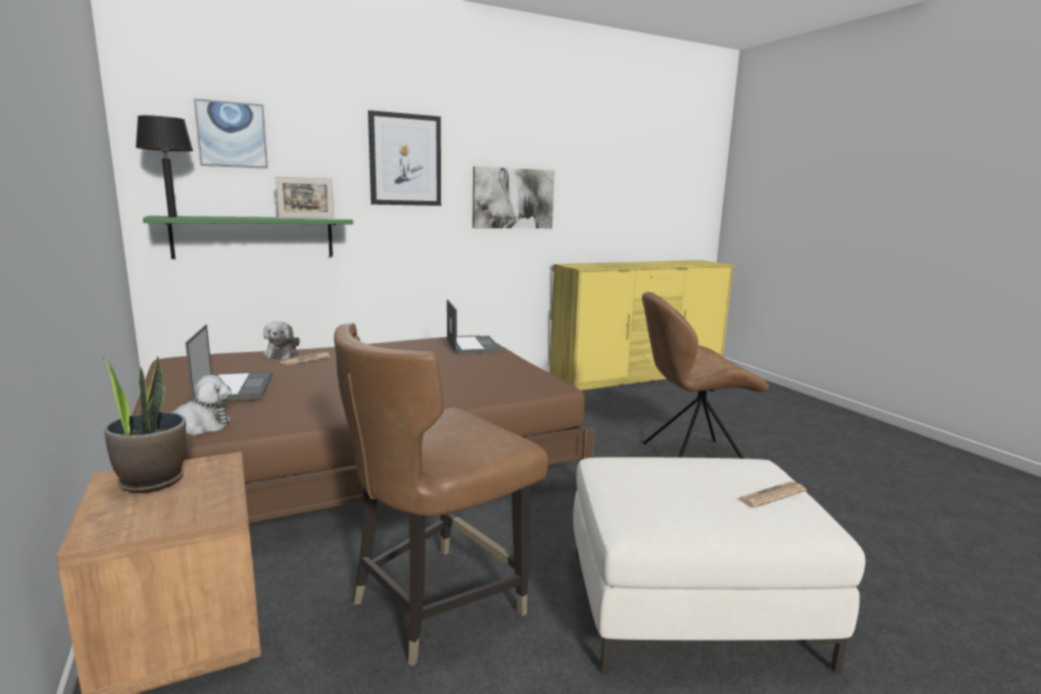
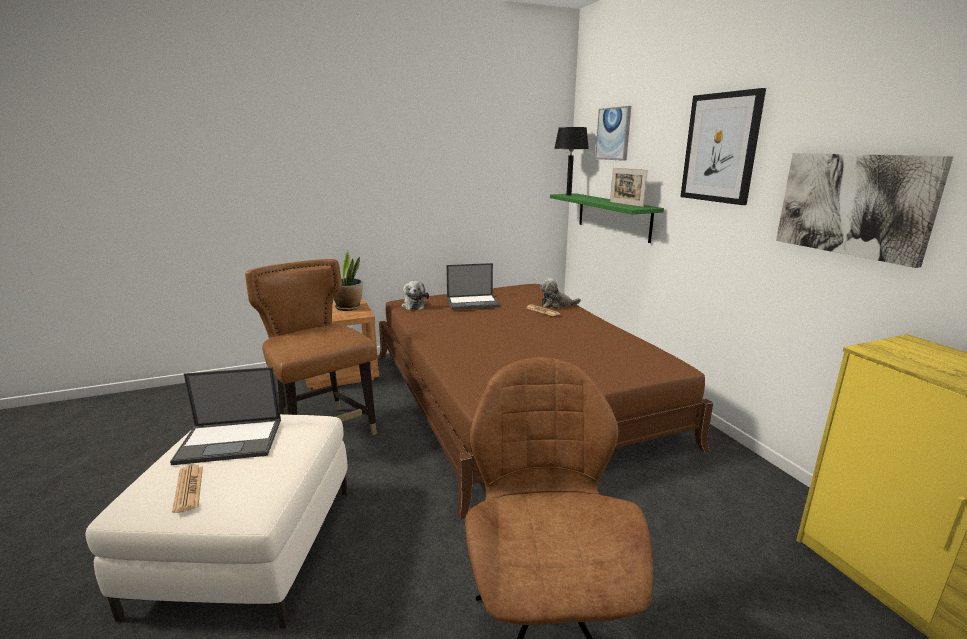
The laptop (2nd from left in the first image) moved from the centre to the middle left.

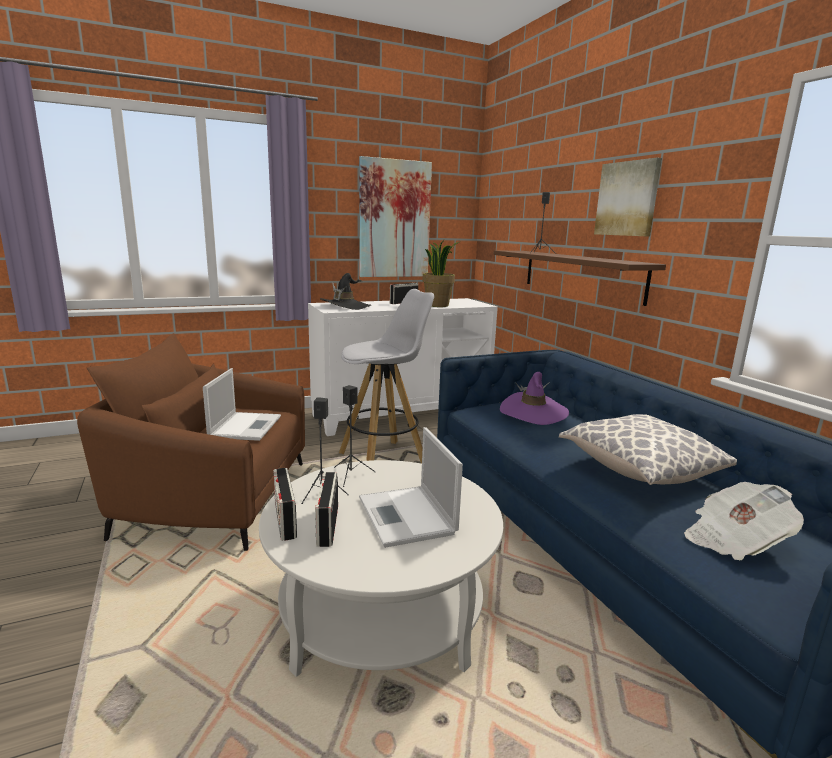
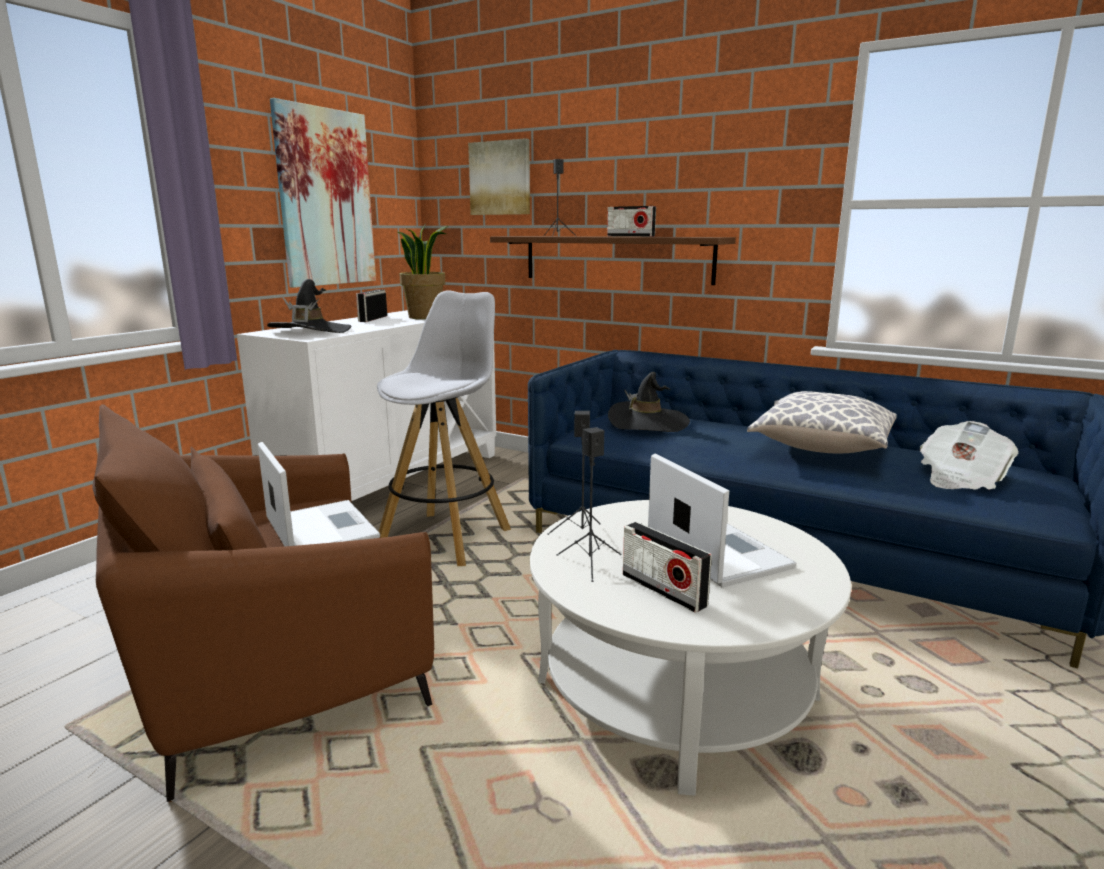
The picture (2nd from left) moved from the top right to the top centre.
The hat in purple at the centre became the hat in black (2nd from left) at the centre.
The laptop (2nd from left) at the centre turned 150 degrees counterclockwise.
The radio (1st from left in the first image) moved from the centre to the top centre.

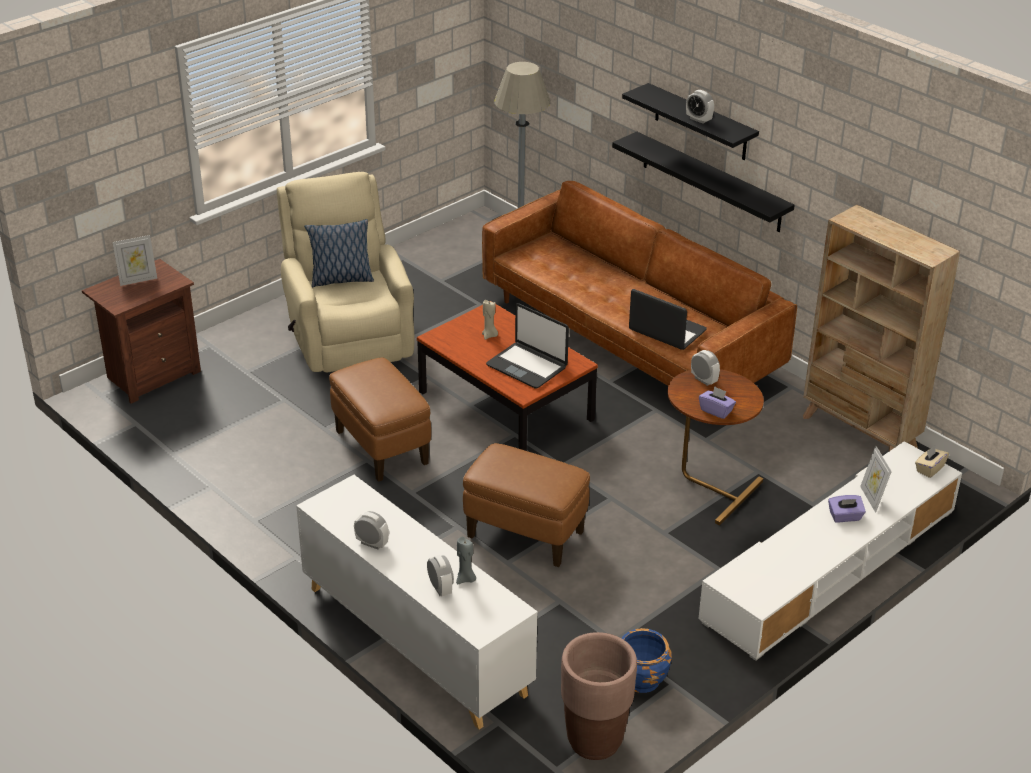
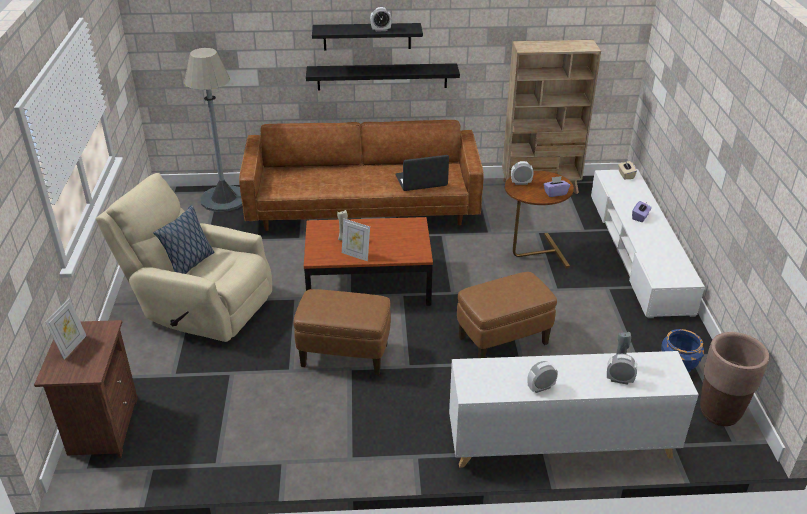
The laptop (1st from left) at the centre disappeared.
The picture frame (2nd from left) moved from the middle right to the centre.

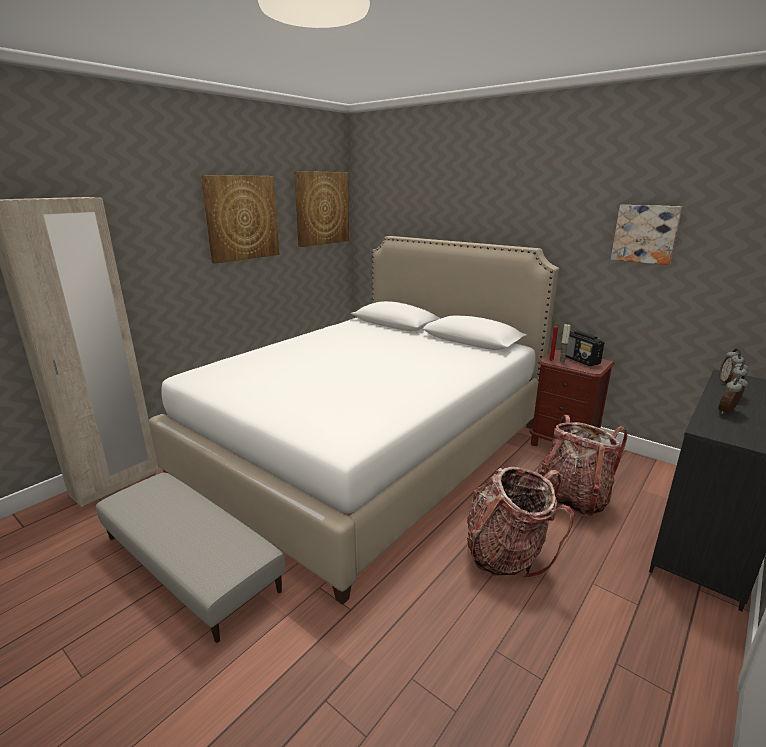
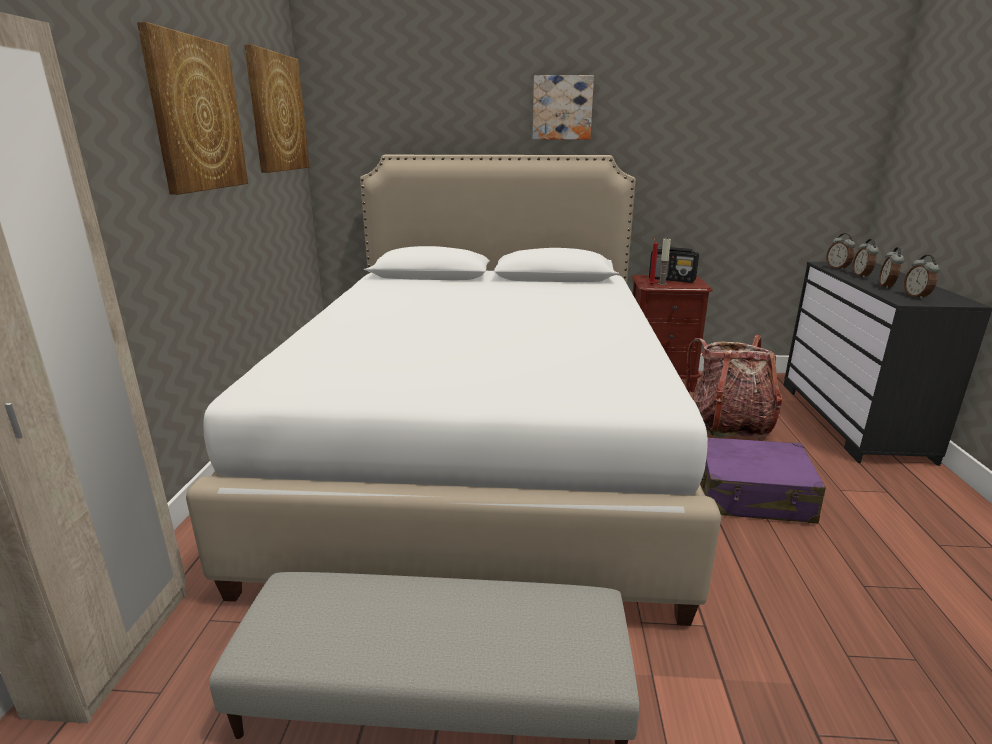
The picture (3rd from left) moved from the top right to the top centre.
The backpack (1st from left) at the bottom right was replaced by the suitcase in purple at the middle right.
The alarm clock (4th from left) at the middle right appeared.

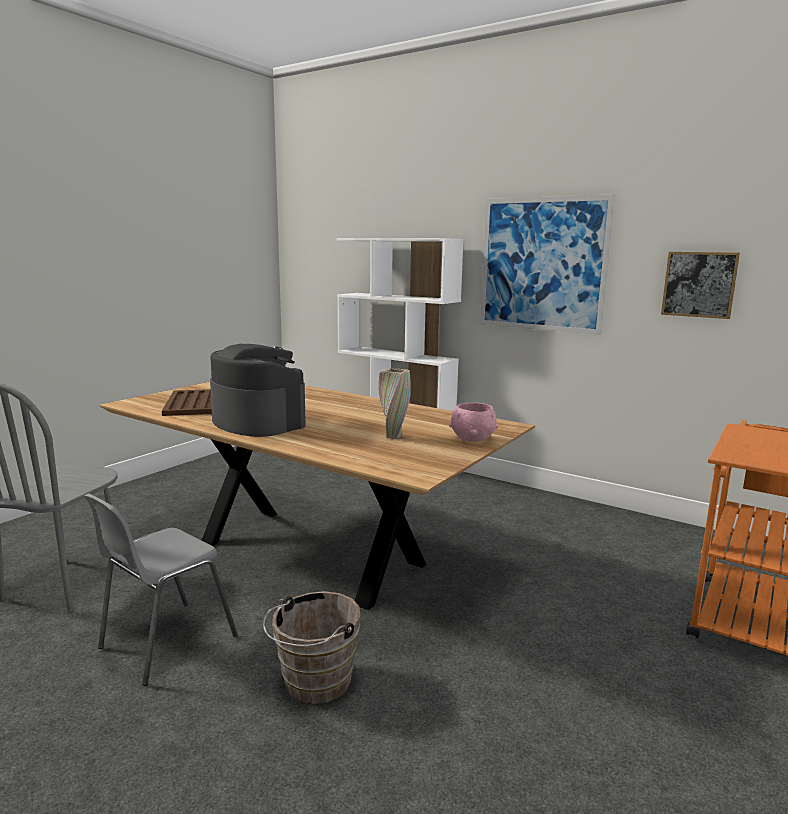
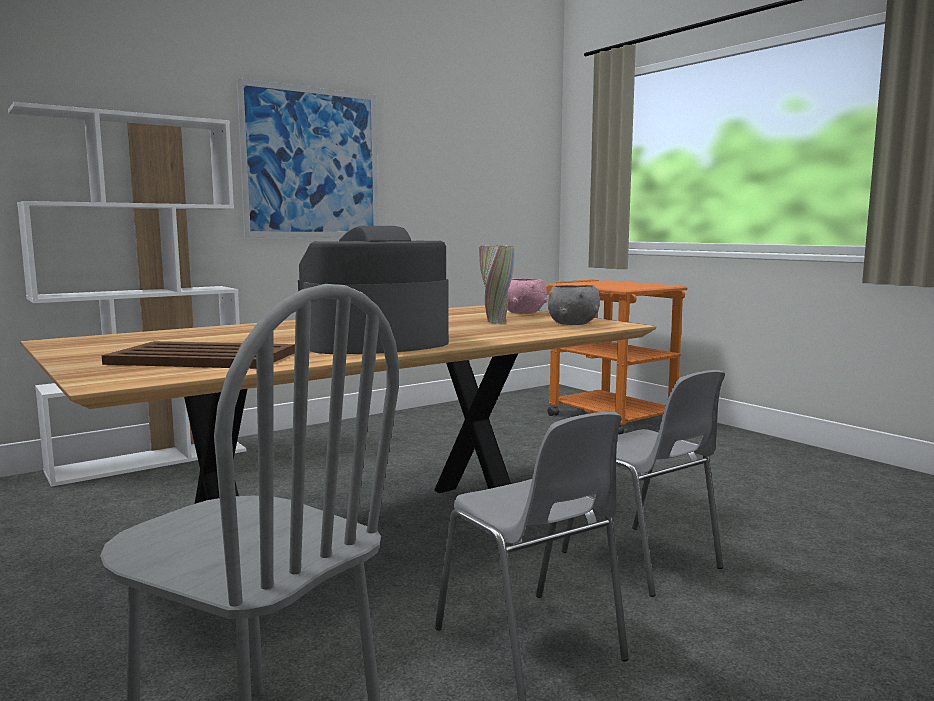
The picture (2nd from left) at the middle right disappeared.
The bucket in brown at the bottom centre was replaced by the chair in grey (3rd from left) at the bottom right.
The bowl in grey at the centre appeared.

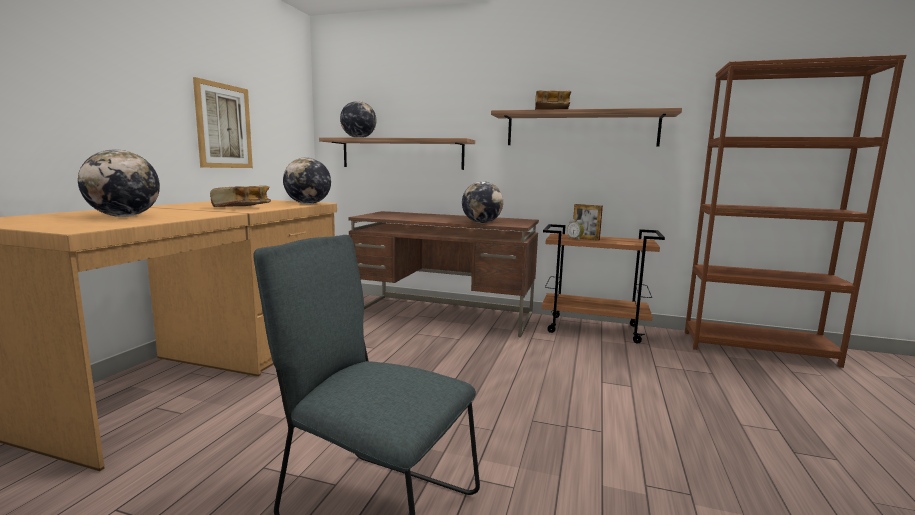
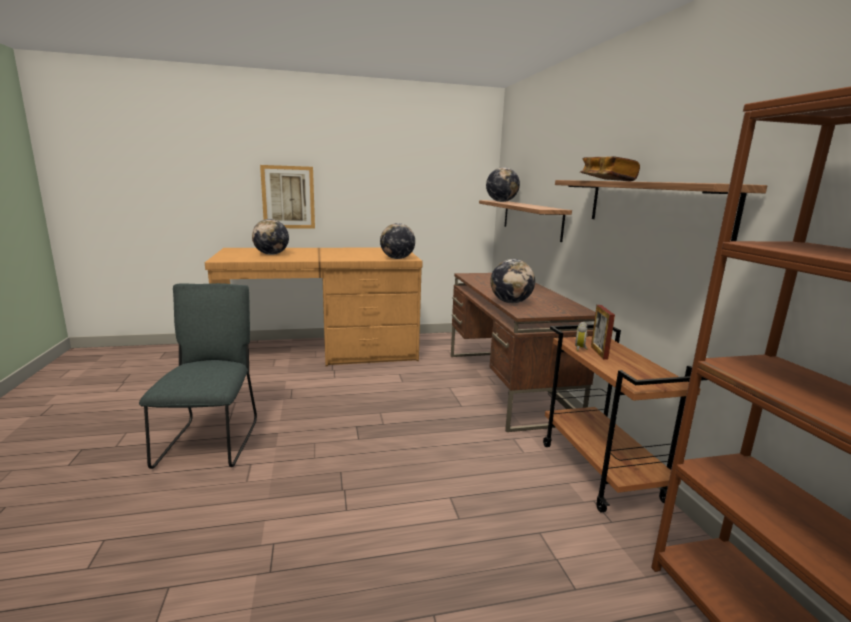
The picture moved from the top left to the top centre.
The book (1st from left) at the middle left disappeared.

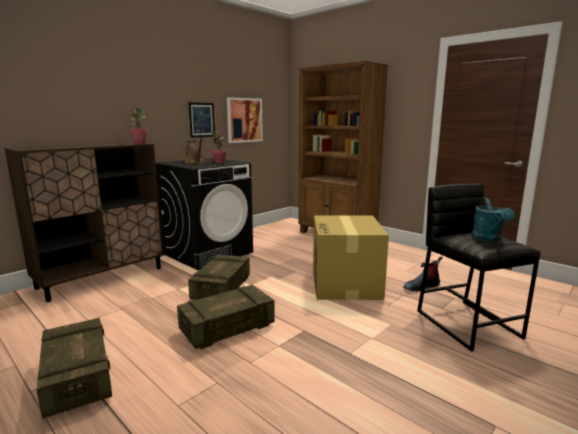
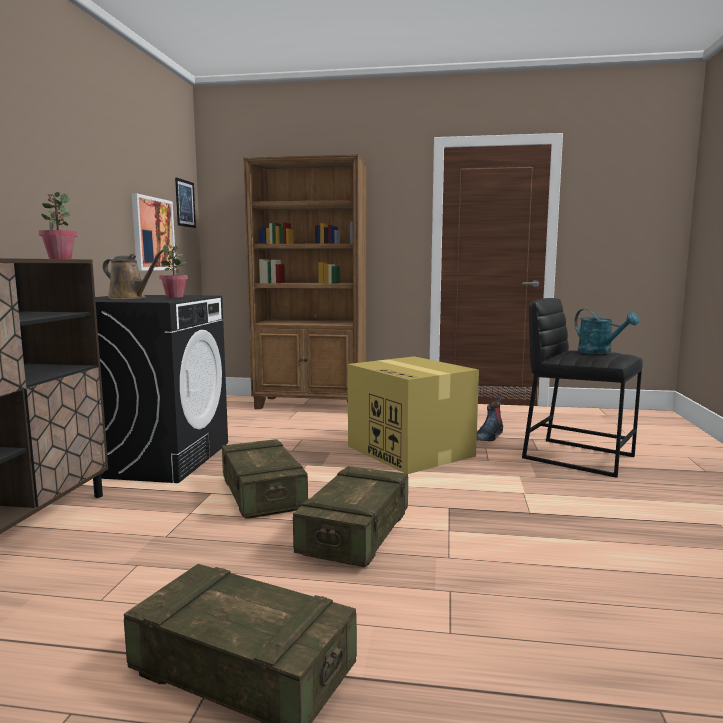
The picture (1st from left in the first image) moved from the top centre to the top left.

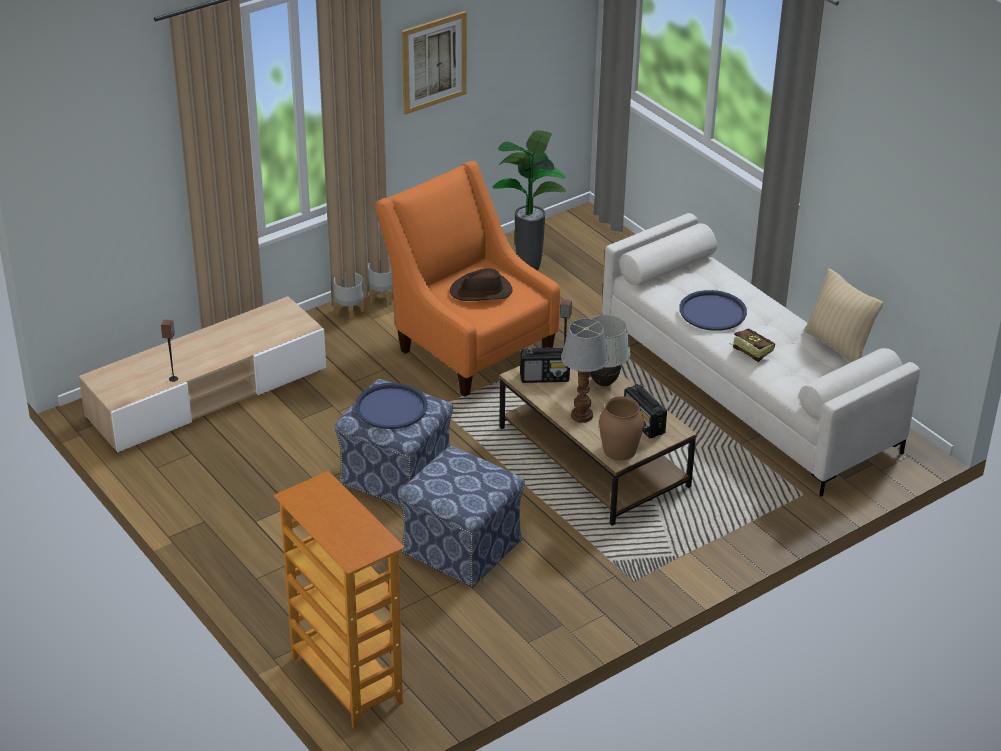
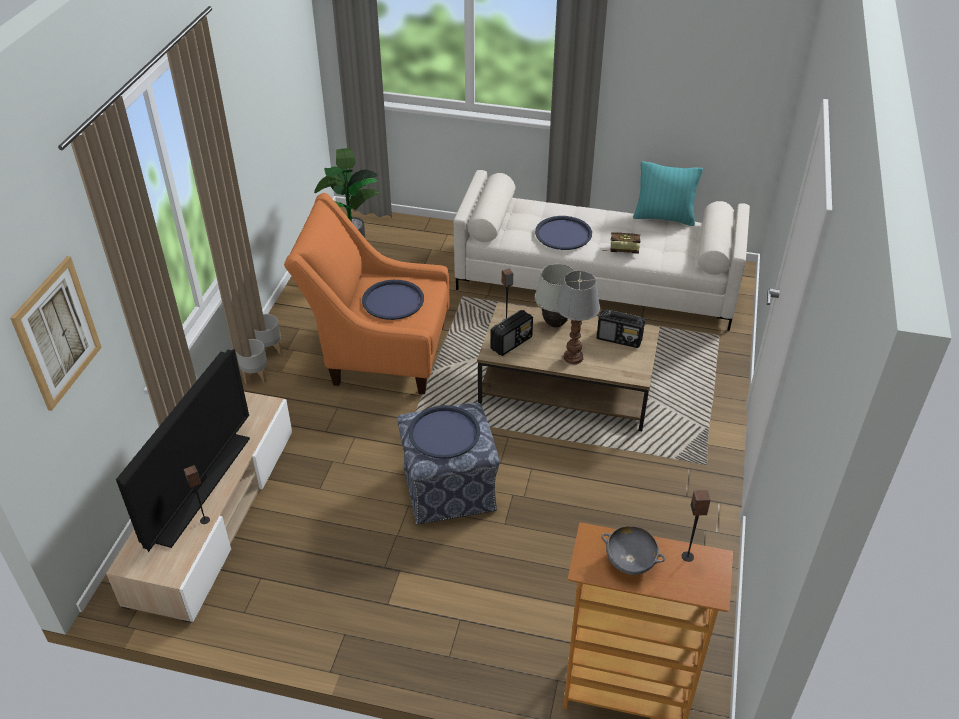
The picture moved from the top centre to the middle left.
The hat in brown at the centre was replaced by the tray in blue (1st from left) at the centre.
The pillow in beige at the middle right became the pillow in turquoise at the top right.
The vase in brown at the centre disappeared.
The ottoman (2nd from left) at the bottom centre disappeared.
The television at the middle left appeared.
The speaker (3rd from left) at the bottom right appeared.
The bowl in grey at the bottom centre appeared.

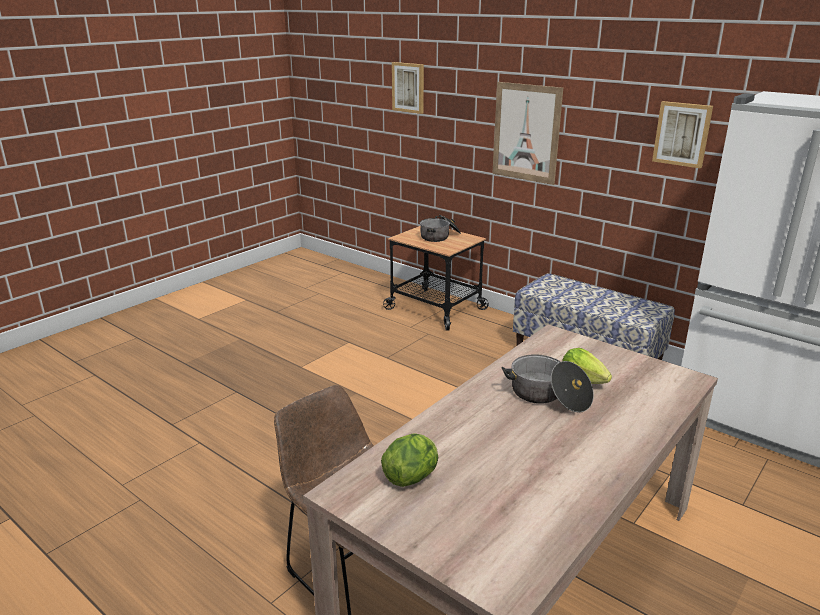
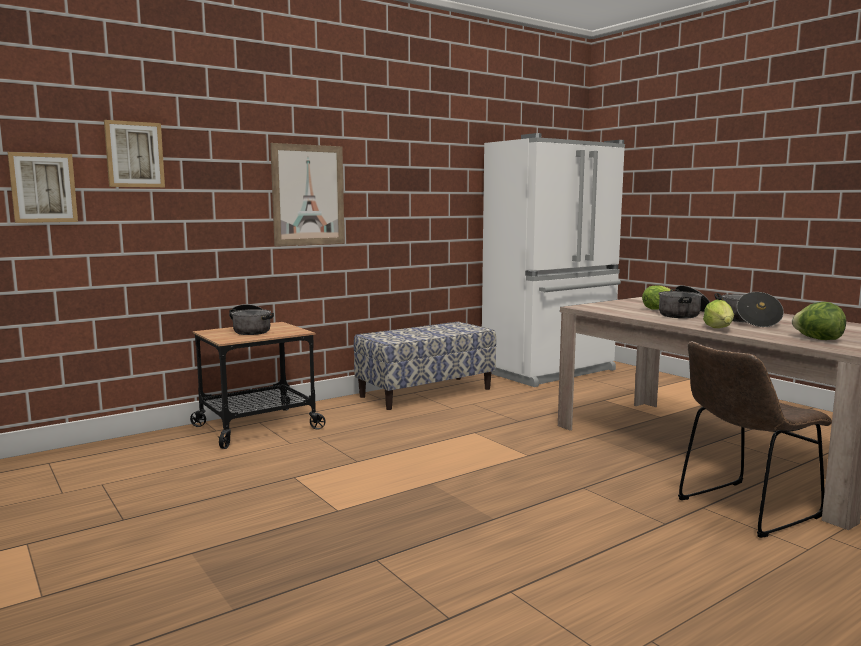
The picture (3rd from left in the first image) moved from the top right to the top left.
The cooking pot (3rd from left) at the middle right appeared.
The lettuce (2nd from left) at the middle right appeared.

